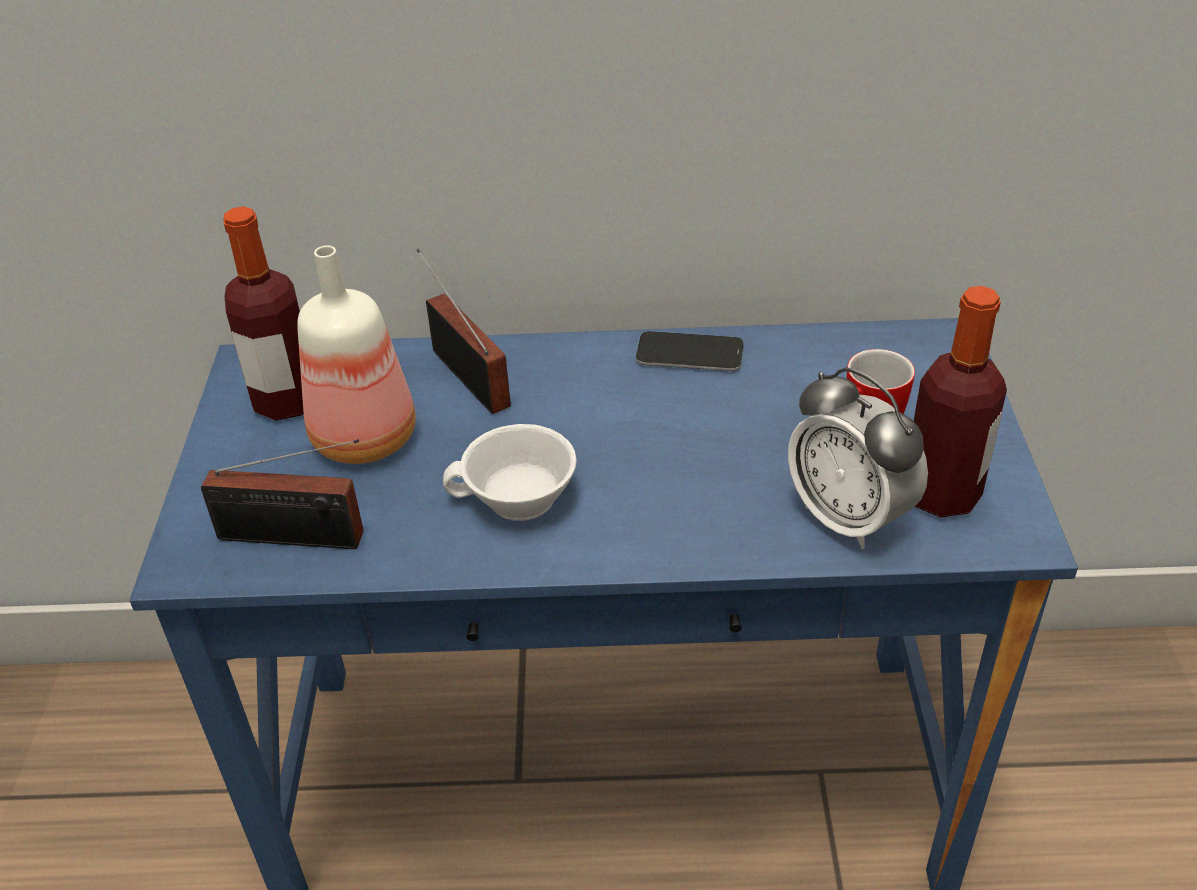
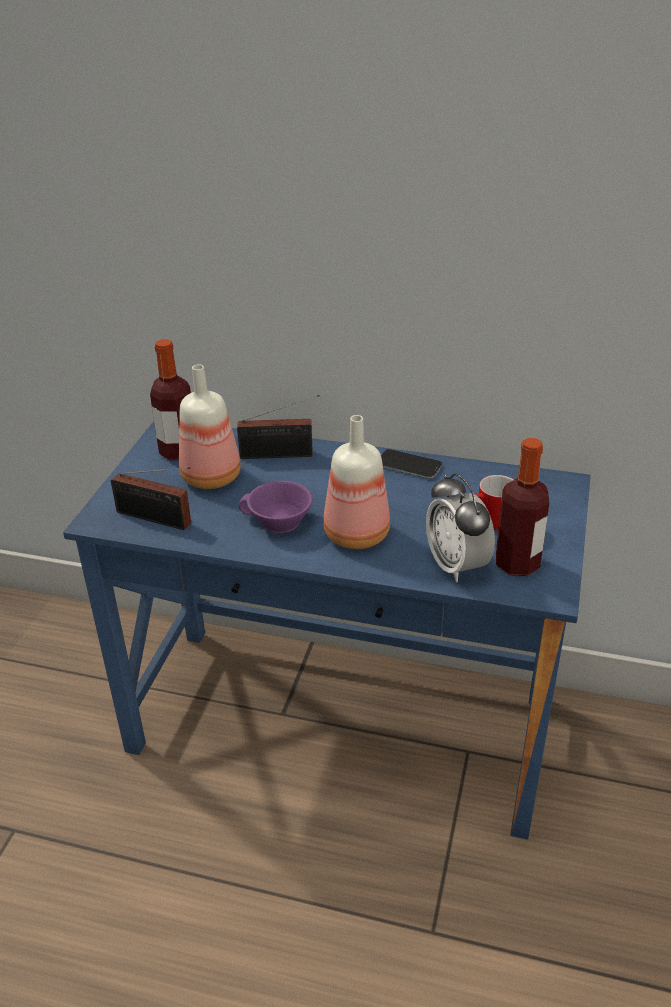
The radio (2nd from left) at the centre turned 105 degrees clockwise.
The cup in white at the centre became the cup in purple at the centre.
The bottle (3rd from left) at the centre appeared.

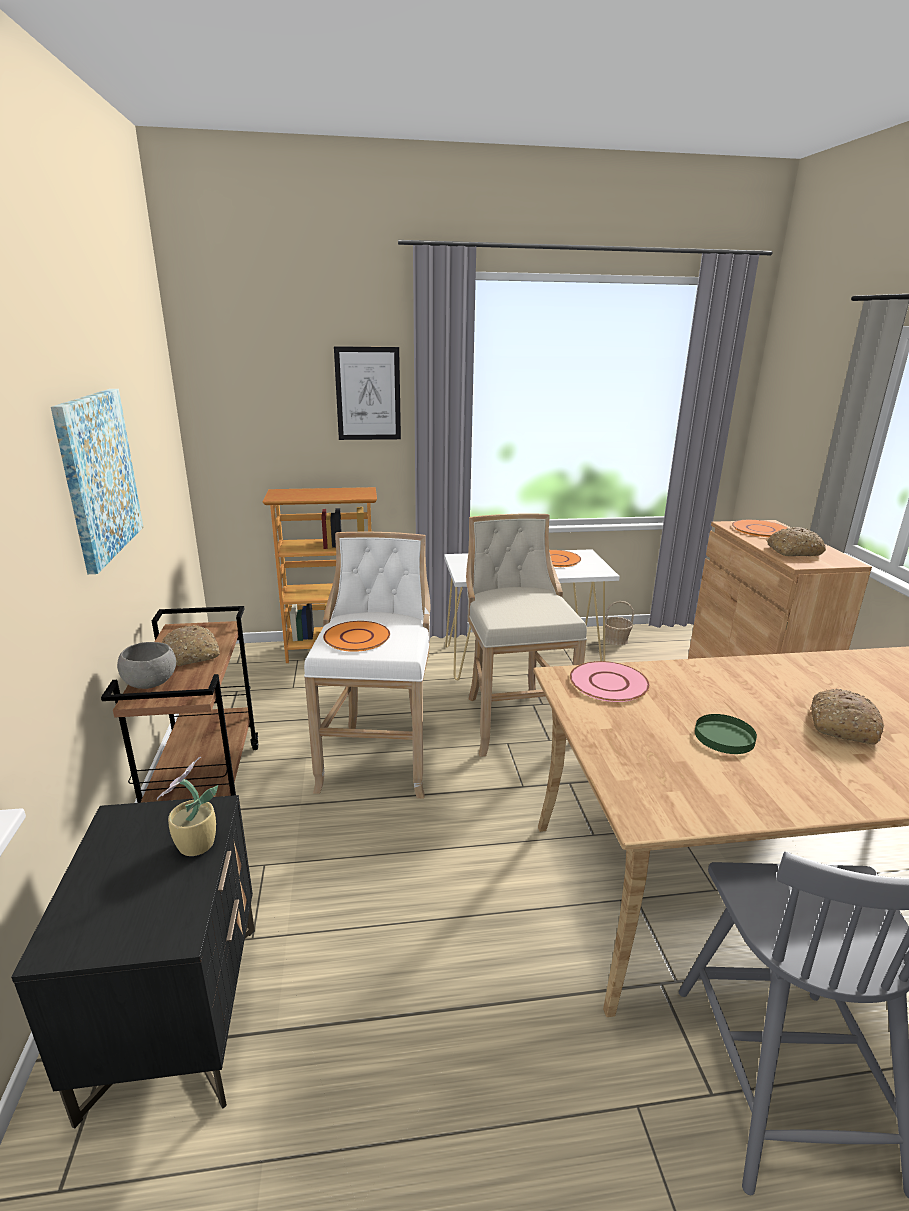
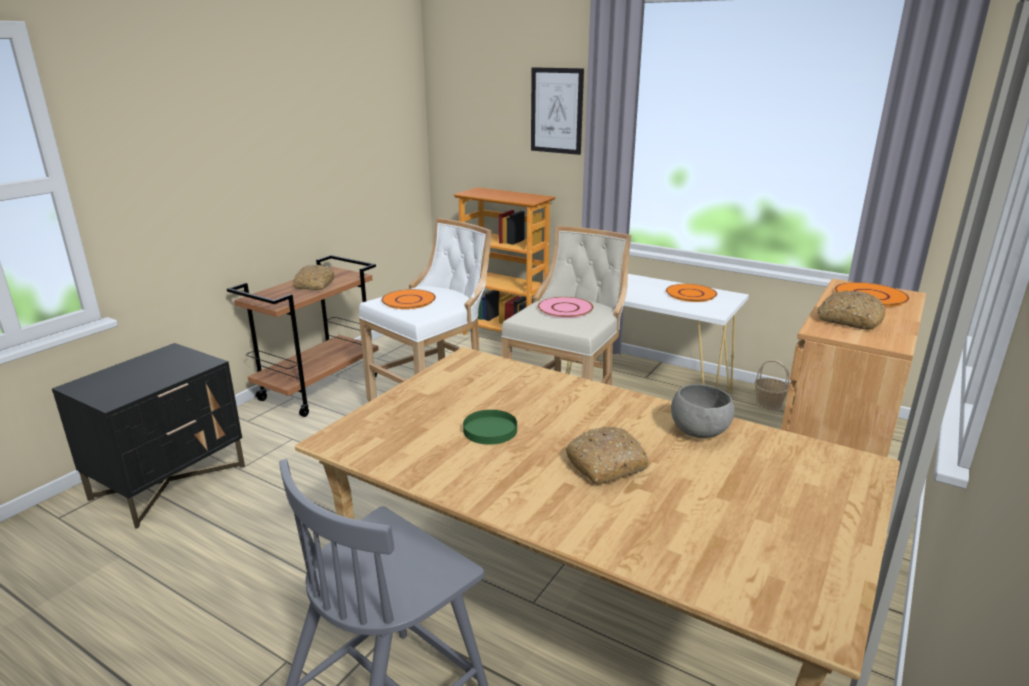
The picture (1st from left) at the middle left disappeared.
The bowl in grey moved from the middle left to the middle right.
The plate in pink moved from the middle right to the centre.
The potted plant at the middle left disappeared.

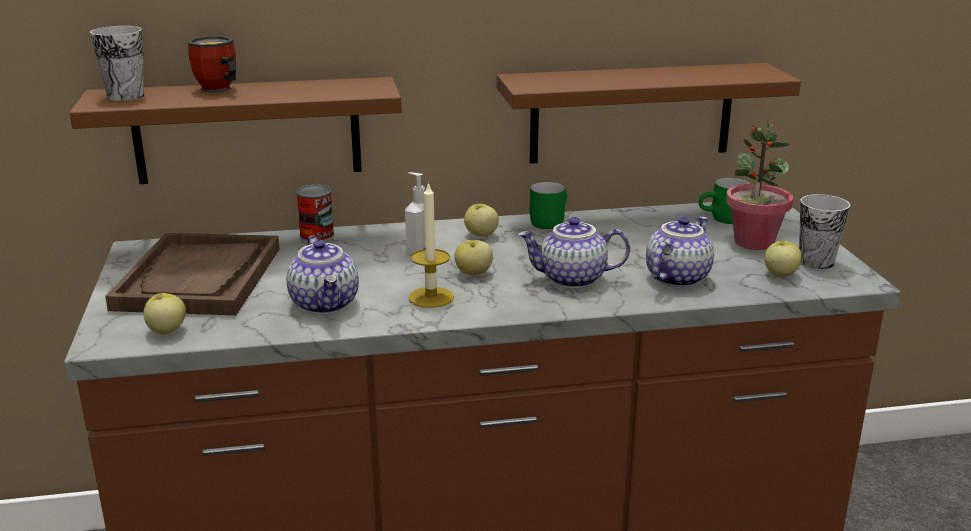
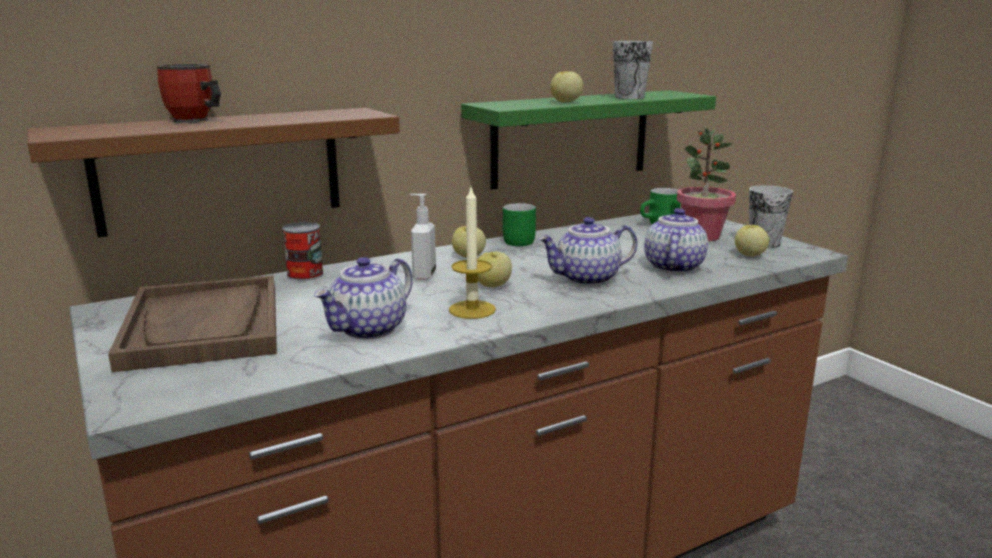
The cup (1st from left) moved from the top left to the top centre.
The shelf in brown (2nd from left) at the top right became the shelf in green at the top centre.
The teapot (1st from left) at the middle left turned 75 degrees clockwise.
The apple (1st from left in the first image) moved from the middle left to the top centre.

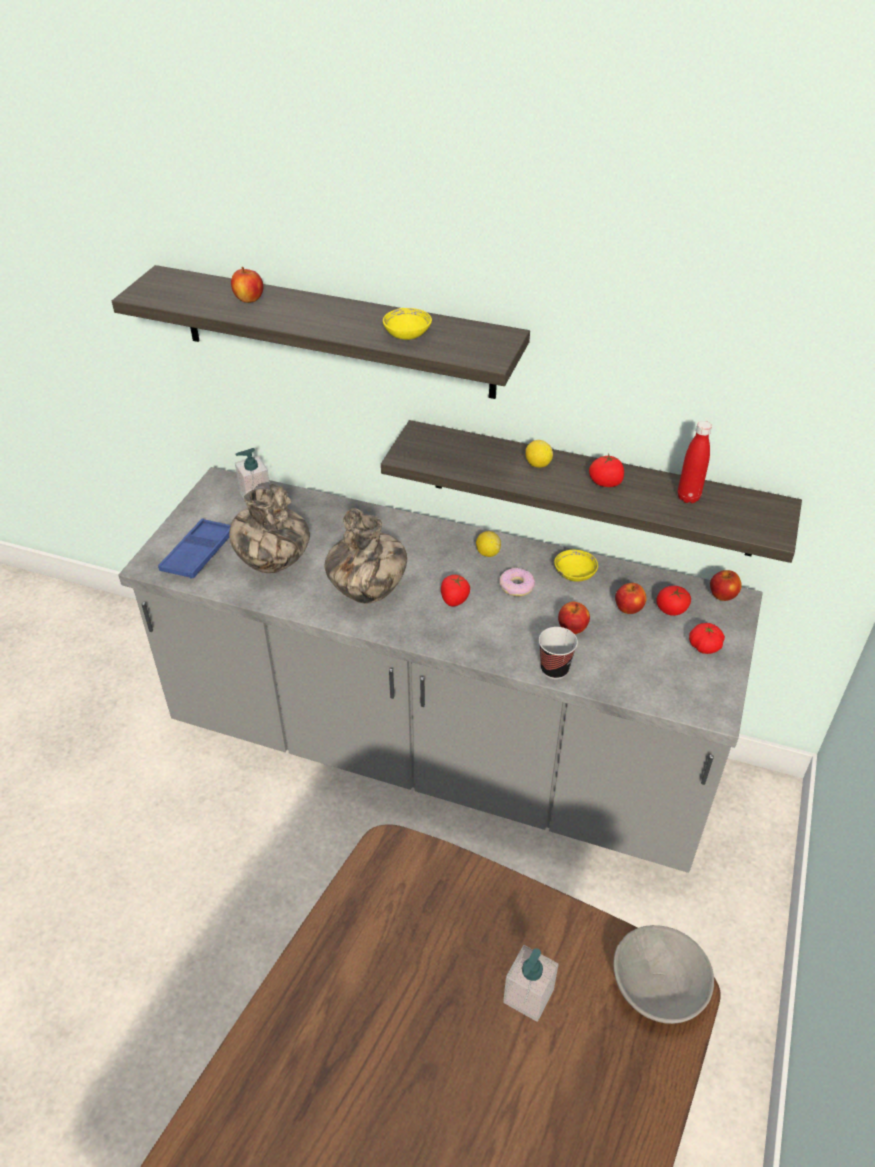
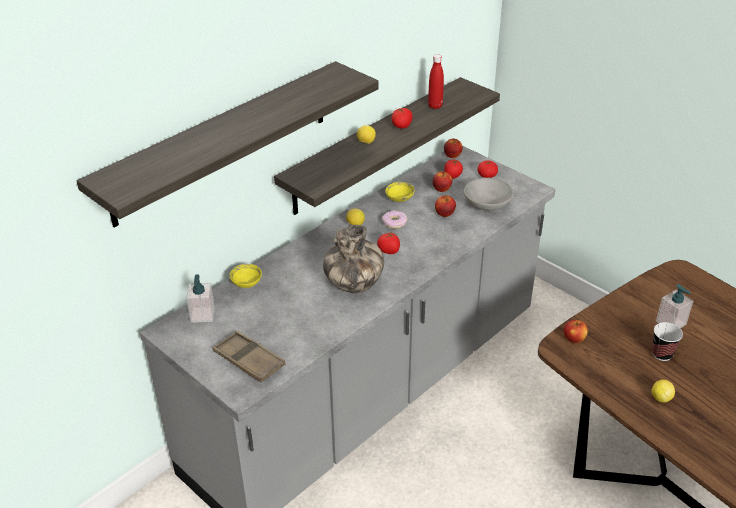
The apple (1st from left in the first image) moved from the top left to the middle right.
The bowl in yellow (1st from left) moved from the top centre to the middle left.
The vase (1st from left) at the middle left disappeared.
The tray in blue at the middle left became the tray in brown at the bottom centre.
The cup moved from the centre to the bottom right.
The bowl in grey moved from the bottom right to the centre.
The lemon (3rd from left) at the bottom right appeared.

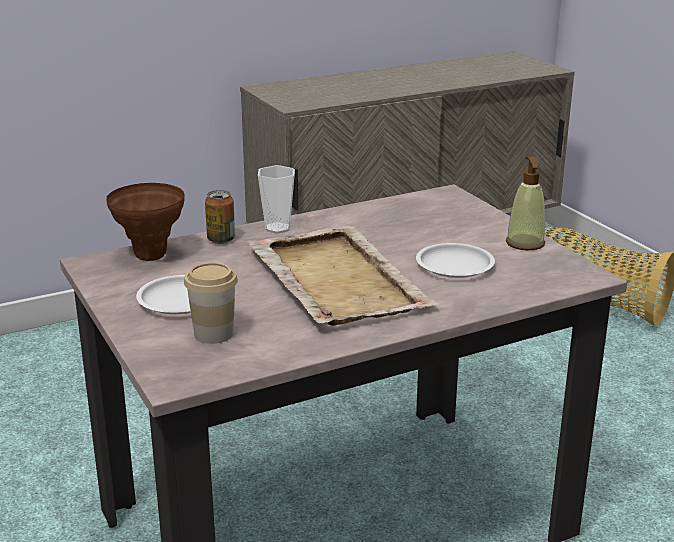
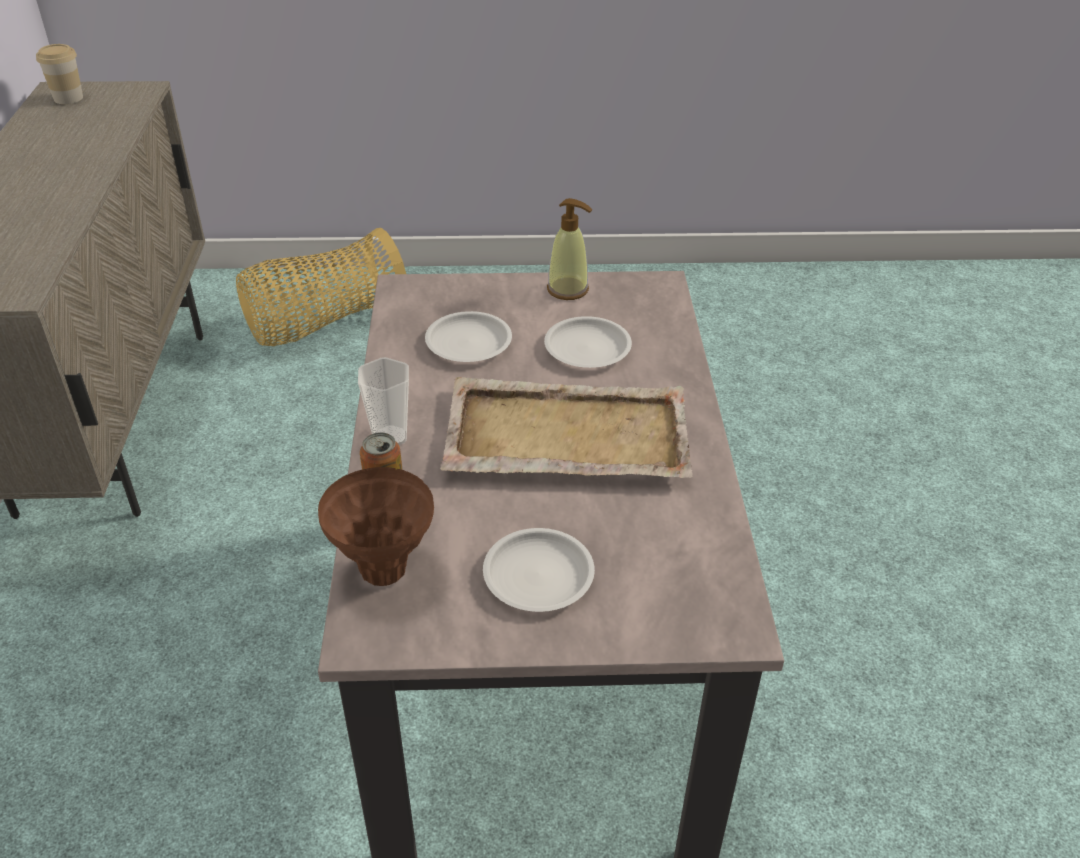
The cup (1st from left) moved from the middle left to the top left.
The plate in white (1st from left) at the centre appeared.

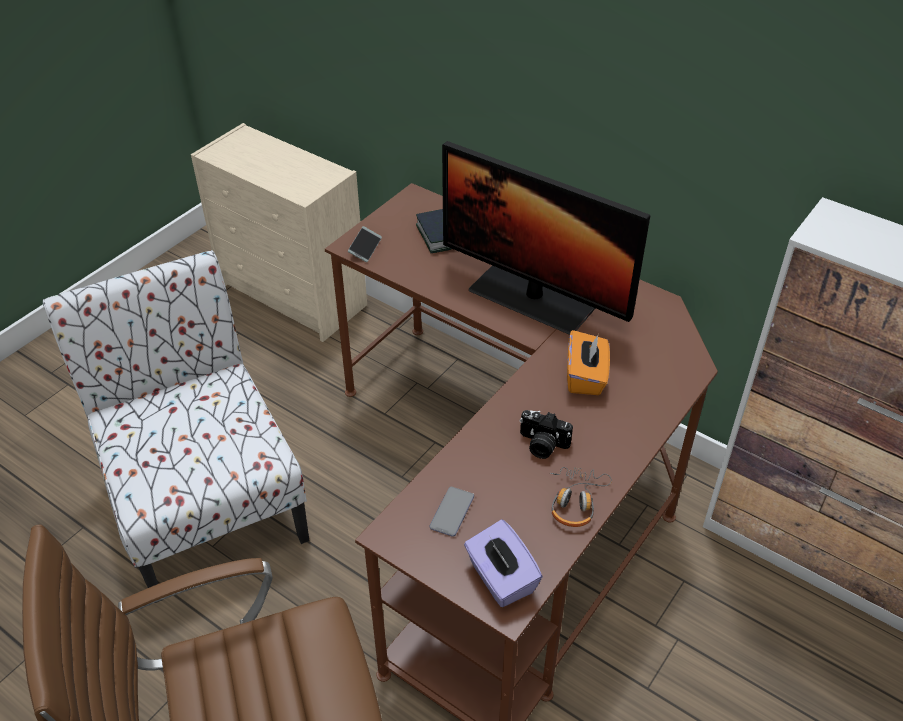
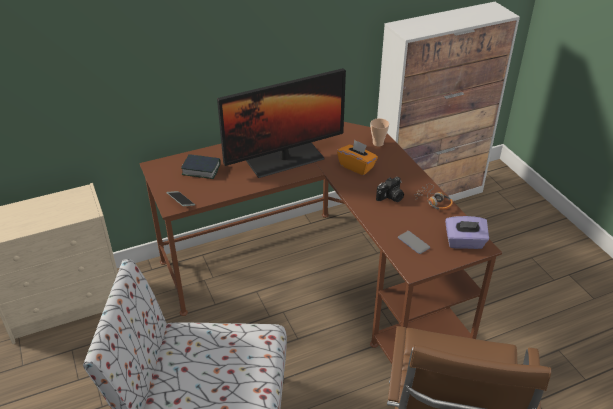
The cup at the top centre appeared.

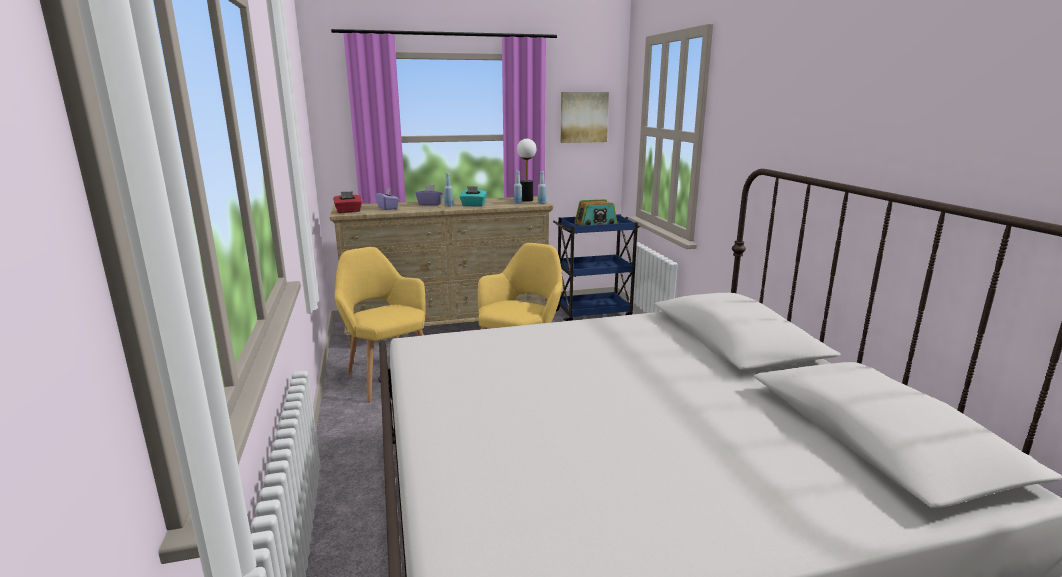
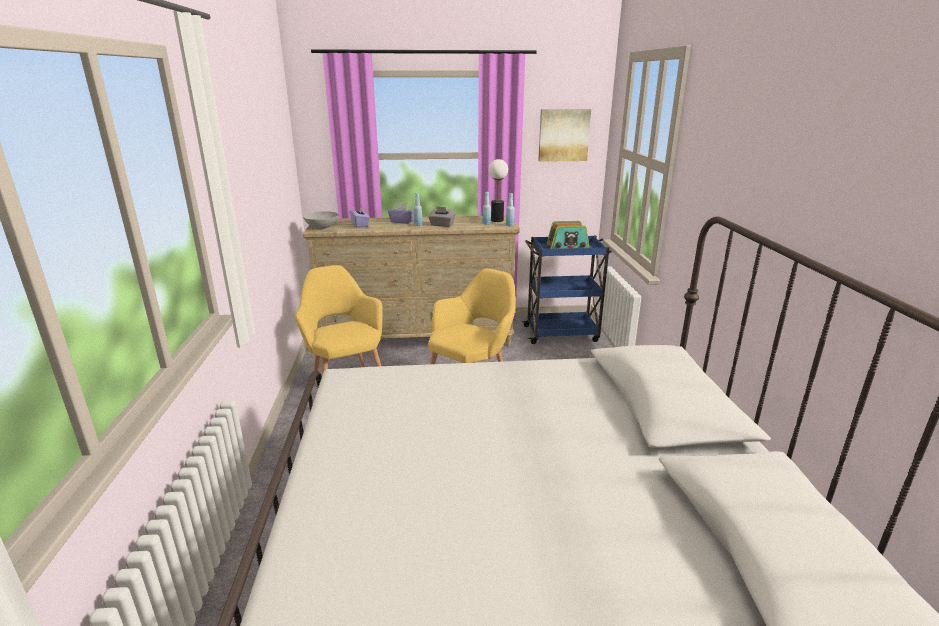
The tissue box in turquoise at the centre became the tissue box in grey at the centre.
The tissue box in red at the middle left was replaced by the bowl in grey at the centre.

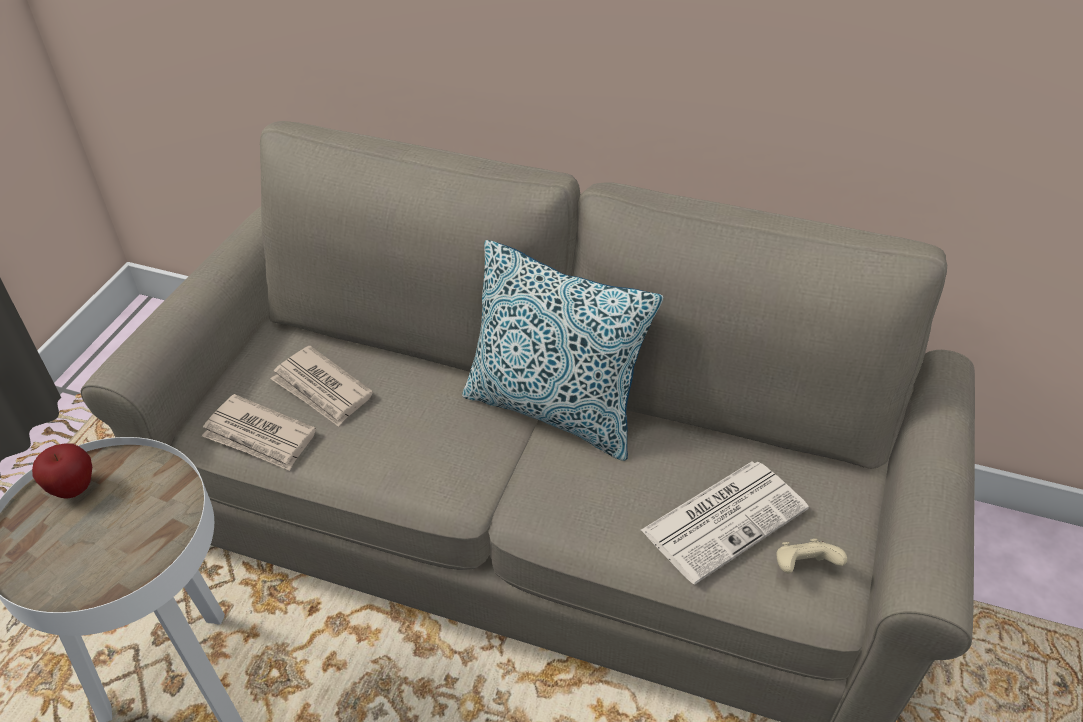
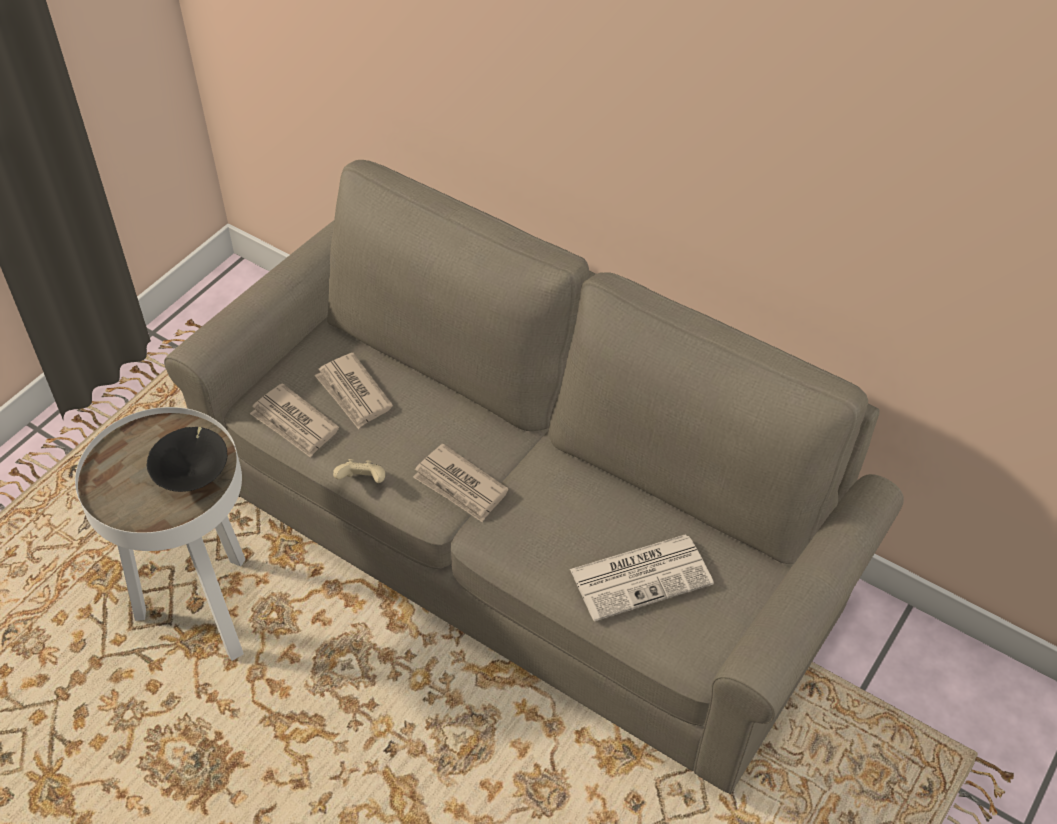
The pillow at the centre disappeared.
The apple at the middle left disappeared.
The game controller in beige moved from the bottom right to the centre.
The bowl in black at the middle left appeared.
The newspaper (3rd from left) at the centre appeared.

